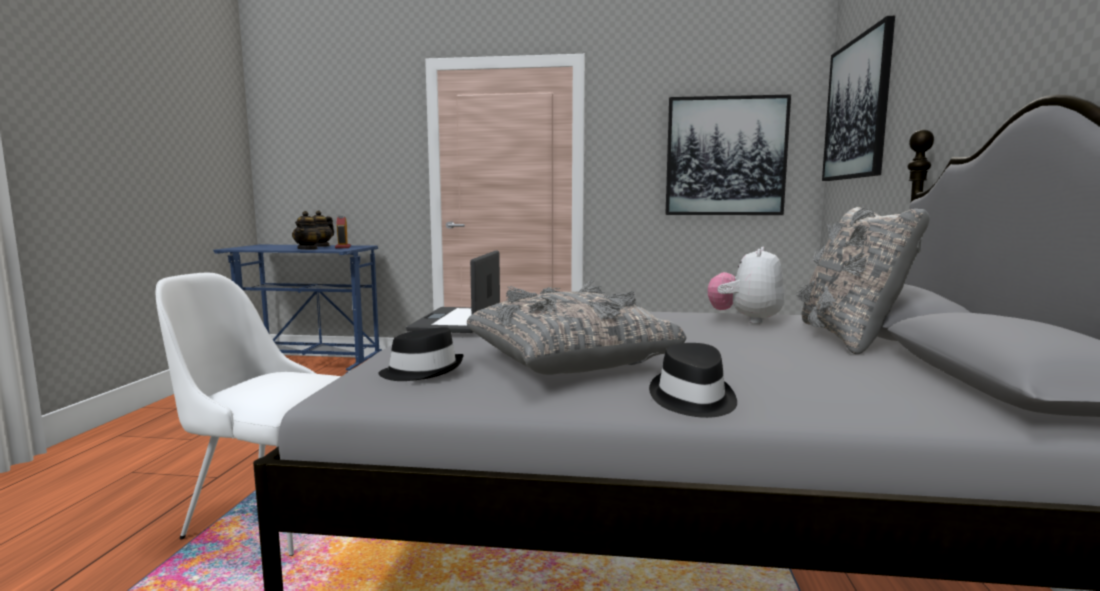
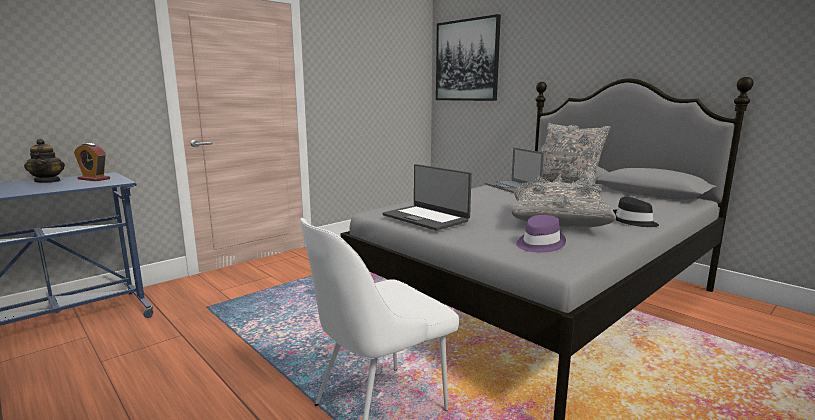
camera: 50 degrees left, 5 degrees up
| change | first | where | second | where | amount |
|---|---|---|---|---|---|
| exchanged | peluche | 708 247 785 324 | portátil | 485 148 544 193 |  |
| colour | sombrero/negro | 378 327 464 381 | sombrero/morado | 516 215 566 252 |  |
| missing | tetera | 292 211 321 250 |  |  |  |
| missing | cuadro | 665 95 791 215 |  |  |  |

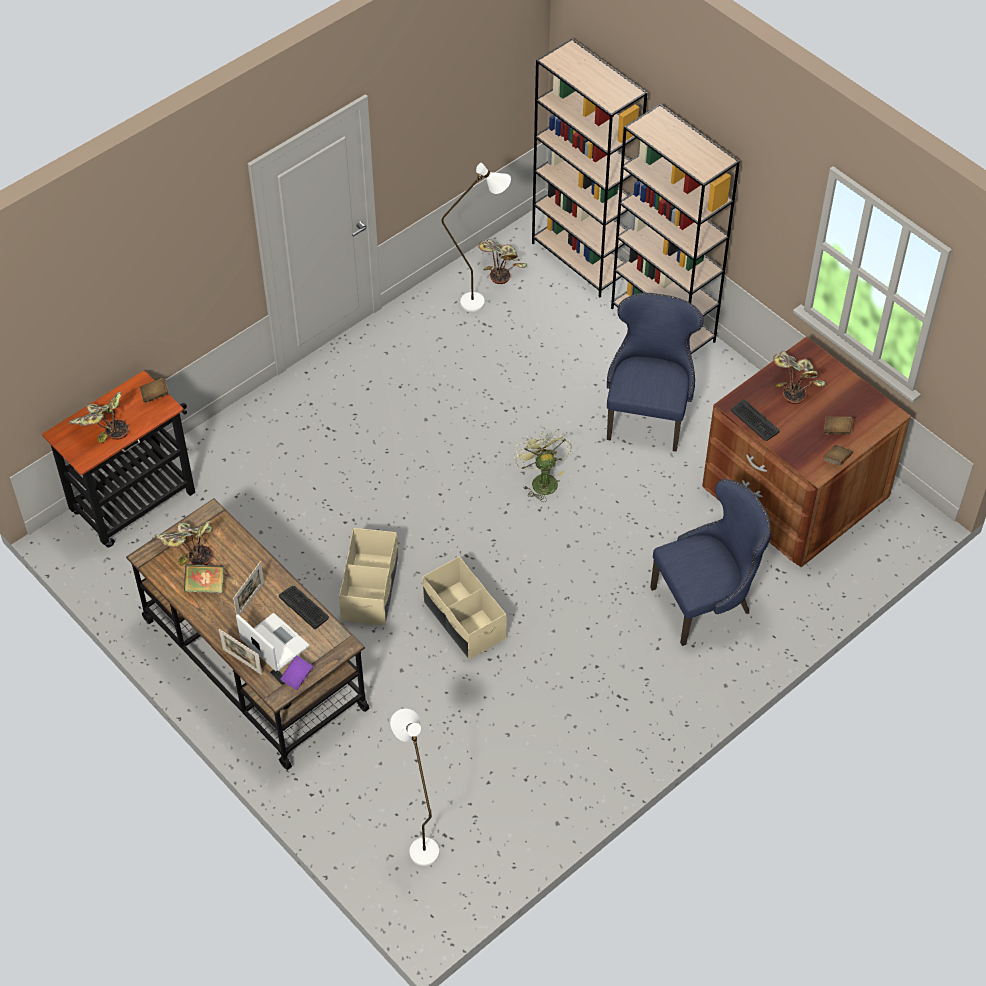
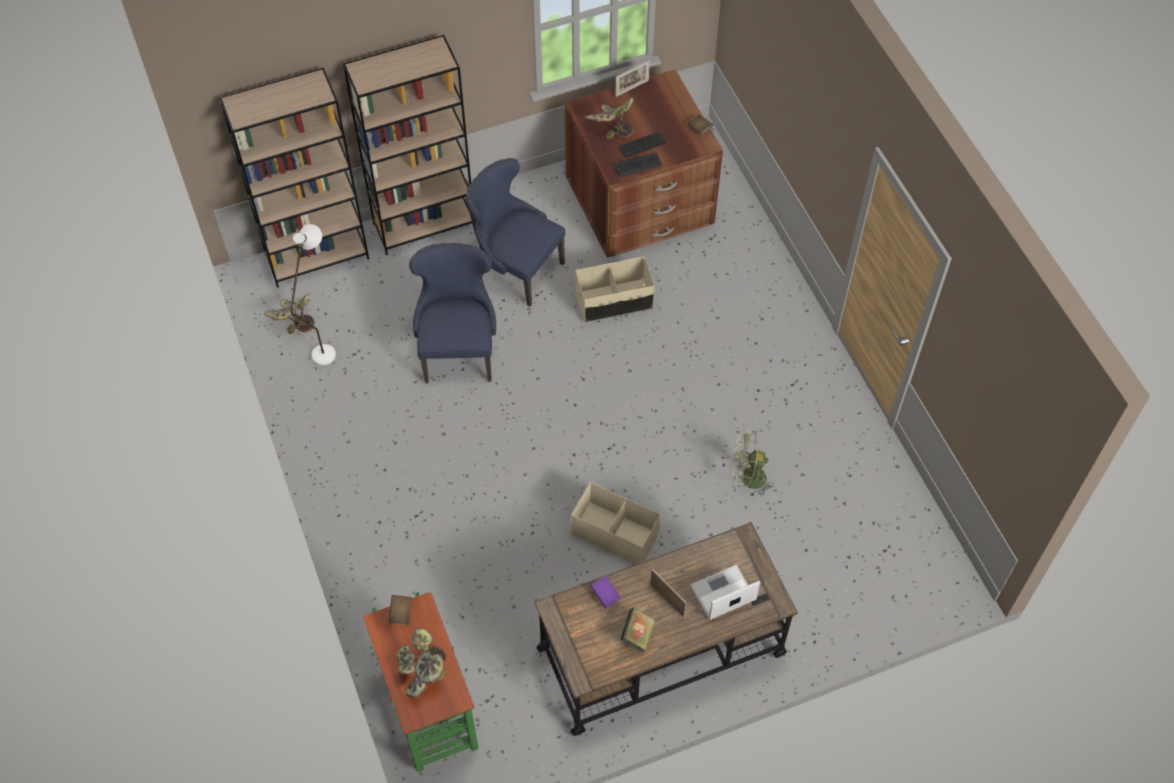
camera: 70 degrees left, 5 degrees up
| change | first | where | second | where | amount |
|---|---|---|---|---|---|
| colour | carrito/negro | 42 371 195 547 | carrito/verde | 363 592 479 772 |  |
| relocated | silla/azul | 650 479 771 646 |  | 409 243 496 383 |  |
| relocated | caja de almacenaje/beis | 422 556 507 659 |  | 575 256 655 322 |  |
| relocated | libro/morado | 280 655 313 690 |  | 590 576 621 609 |  |
| relocated | portarretratos | 219 629 262 675 |  | 615 60 650 97 |  |
| relocated | teclado | 279 586 329 629 |  | 619 132 666 158 |  |
| relocated | ventilador/verde | 514 430 572 502 |  | 732 430 774 497 |  |
| missing | planta en maceta | 155 521 213 566 |  |  |  |
| missing | lámpara de pie/blanco | 390 709 439 866 |  |  |  |
| missing | libro/marrón | 824 416 853 435 |  |  |  |

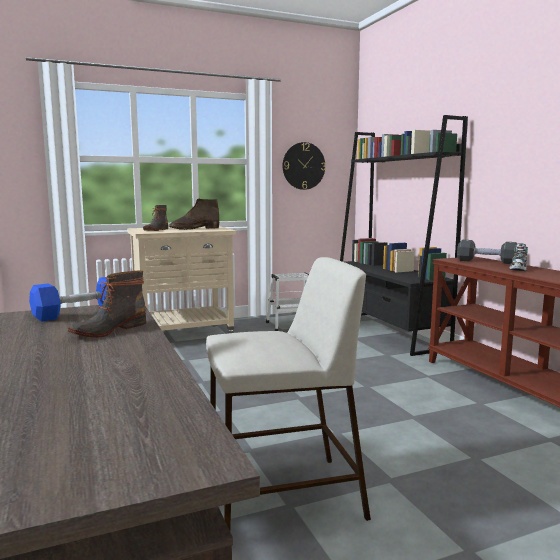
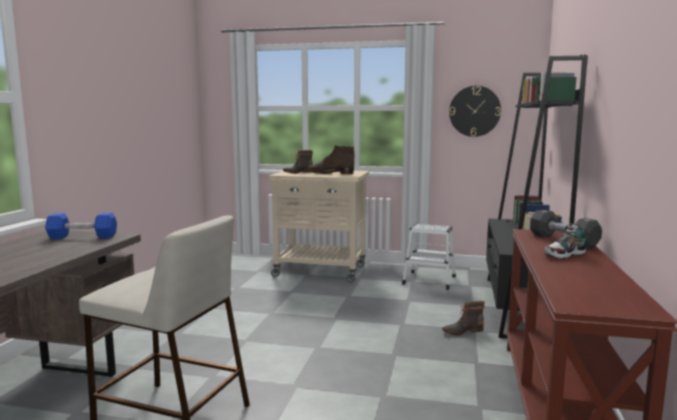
camera: 35 degrees right, 0 degrees up
| change | first | where | second | where | amount |
|---|---|---|---|---|---|
| relocated | bota | 68 271 146 338 |  | 442 301 485 336 |  |

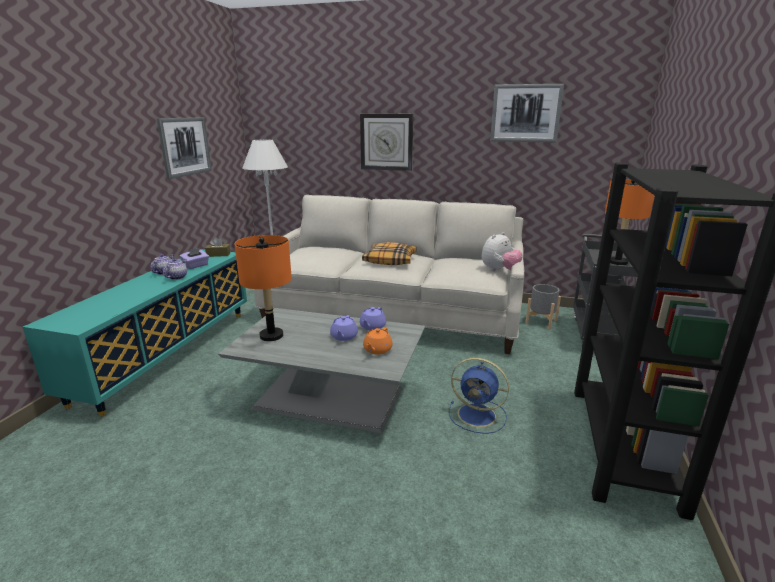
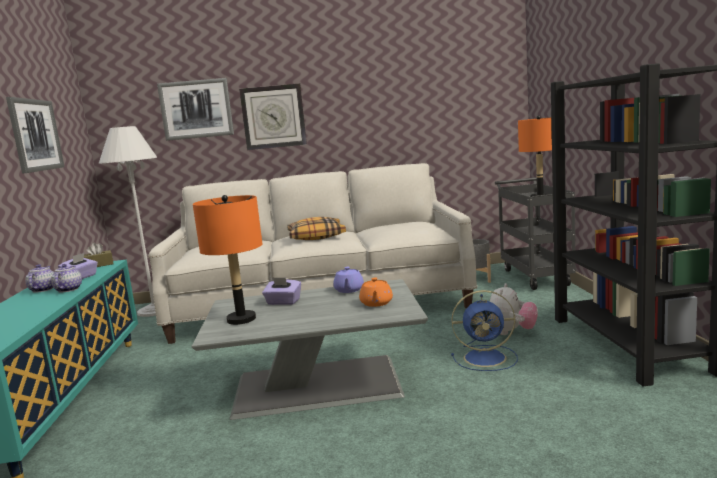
camera: 20 degrees left, 10 degrees down
| change | first | where | second | where | amount |
|---|---|---|---|---|---|
| relocated | cuadro | 490 84 564 142 |  | 157 78 234 141 |  |
| appeared |  |  | caja de pañuelos/morado | 262 277 301 305 |  |
| relocated | peluche | 482 232 523 271 |  | 490 283 538 335 |  |
| missing | tetera/morado | 330 315 358 341 |  |  |  |

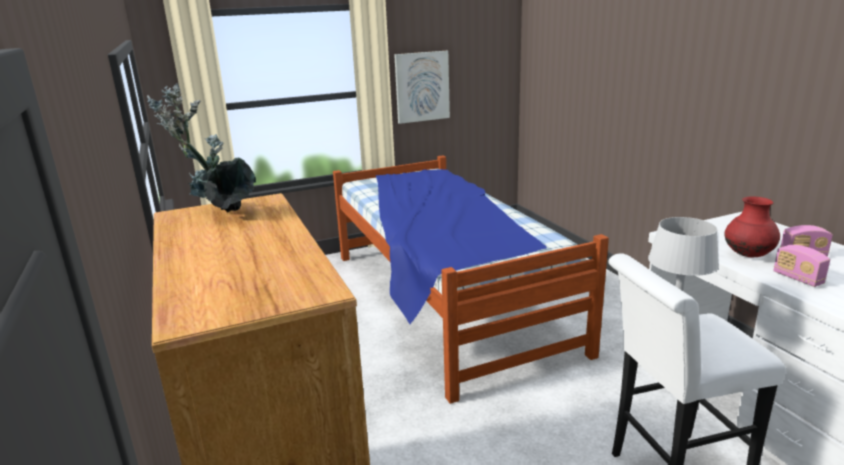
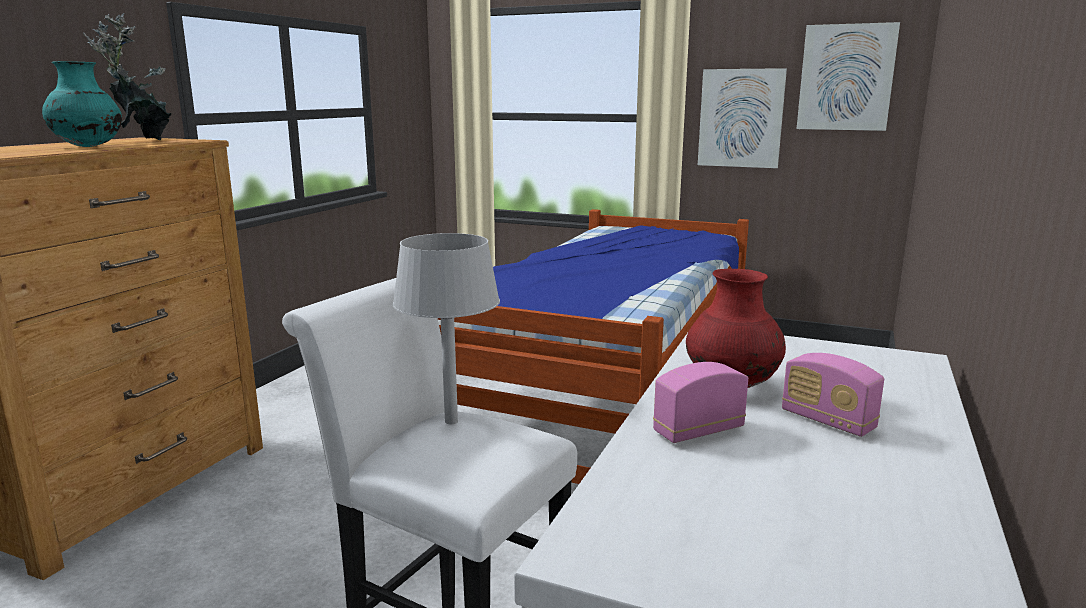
camera: 45 degrees right, 5 degrees down
| change | first | where | second | where | amount |
|---|---|---|---|---|---|
| appeared |  |  | florero/turquesa | 42 61 122 147 |  |
| spun | radio | 773 245 830 287 |  | 653 362 748 443 | 45 degrees clockwise |
| appeared |  |  | cuadro | 797 22 900 131 |  |

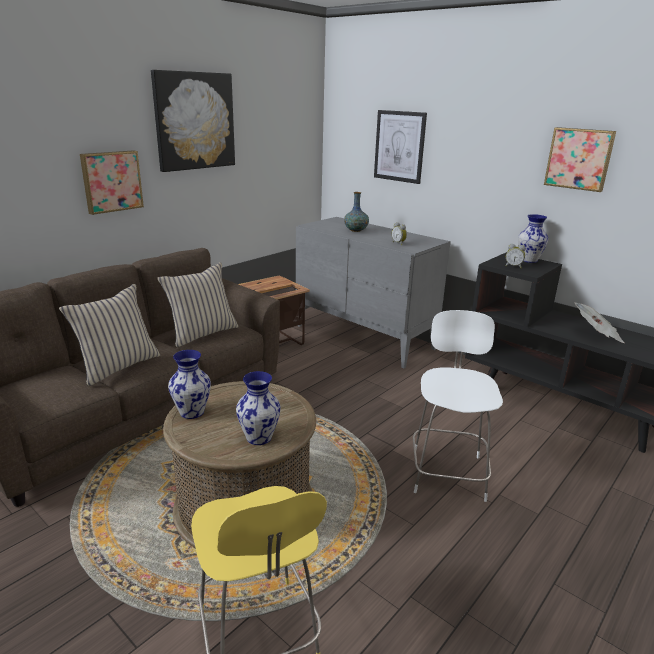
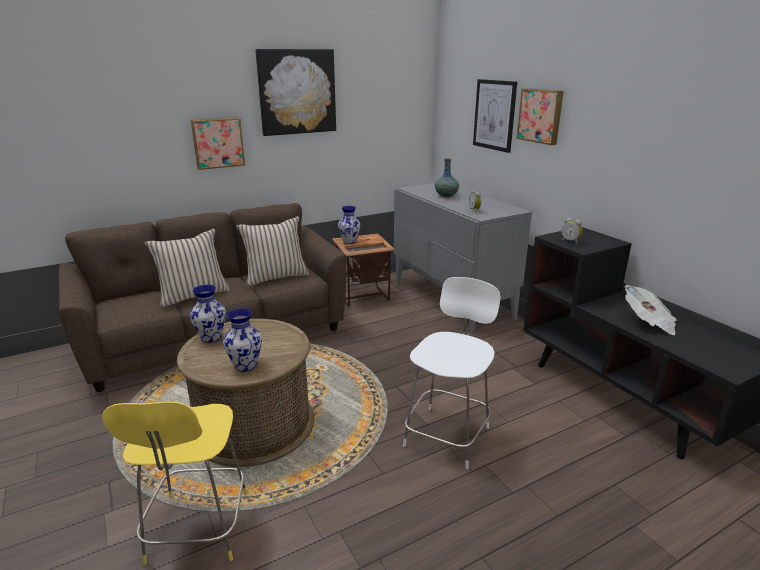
camera: 20 degrees right, 0 degrees up
| change | first | where | second | where | amount |
|---|---|---|---|---|---|
| relocated | florero | 518 214 548 263 |  | 338 206 361 244 |  |
| relocated | cuadro | 544 127 616 192 |  | 517 88 564 145 |  |

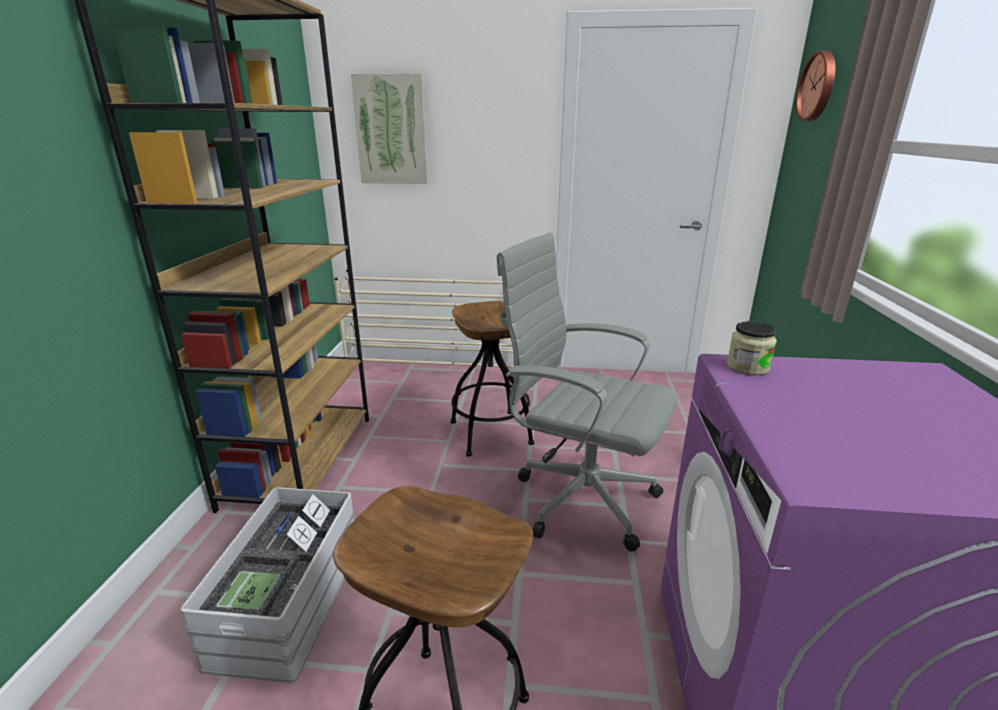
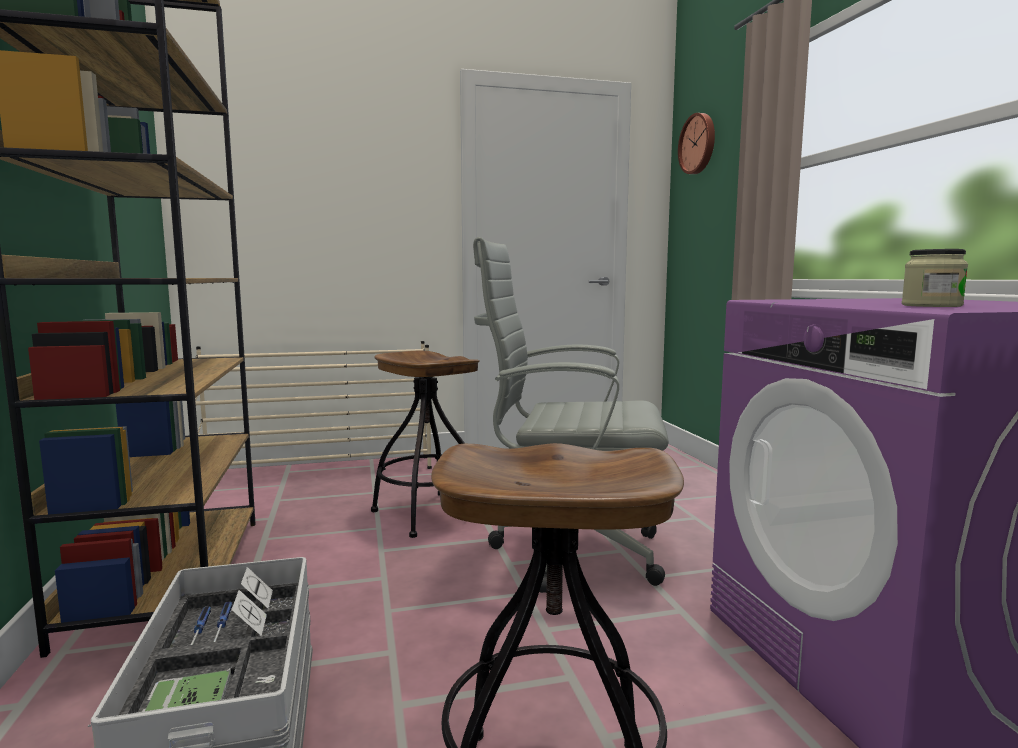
camera: 20 degrees left, 15 degrees down
| change | first | where | second | where | amount |
|---|---|---|---|---|---|
| relocated | tarro | 727 321 777 375 |  | 902 249 968 307 |  |
| missing | cuadro | 351 73 429 184 |  |  |  |

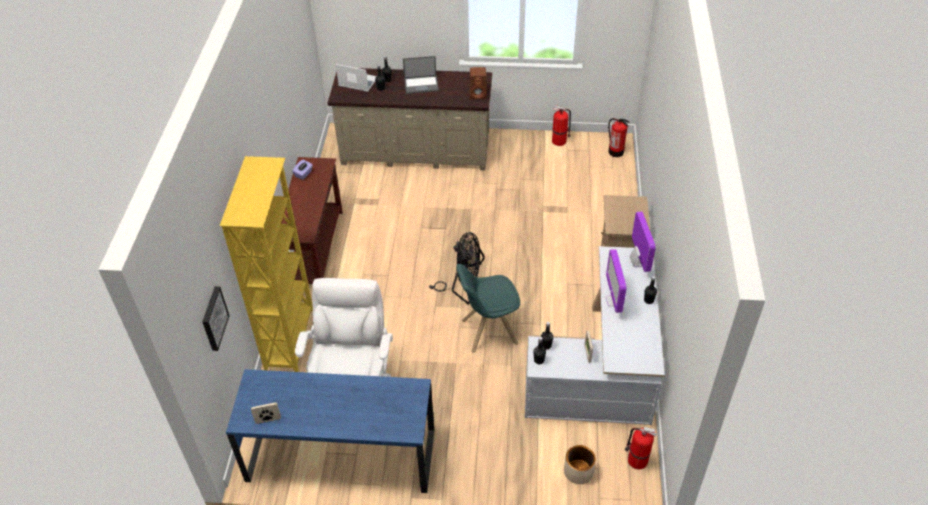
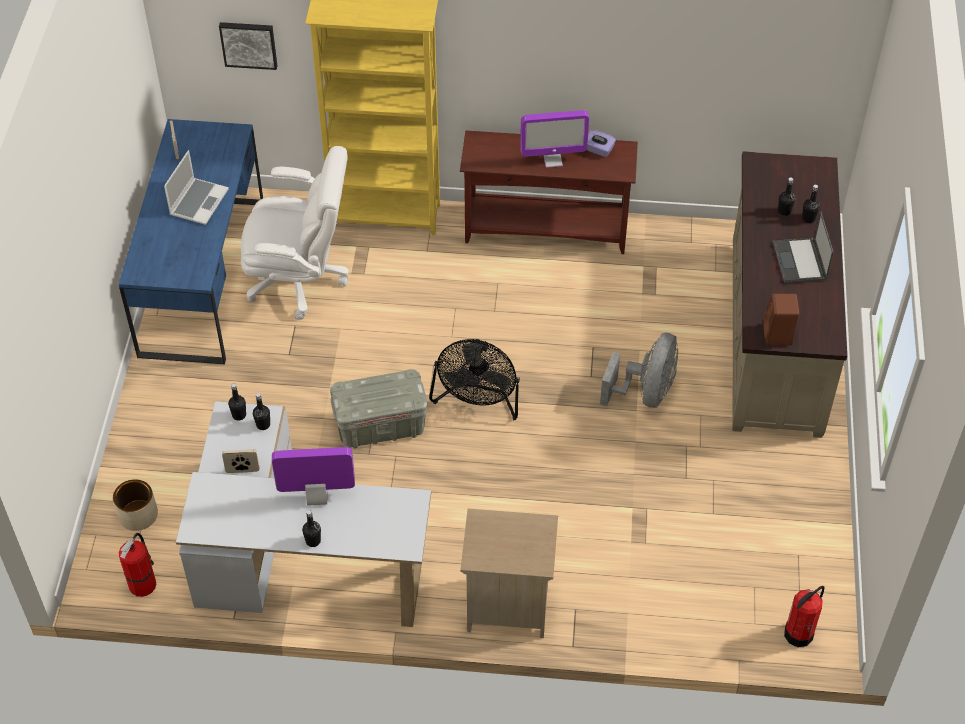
camera: 90 degrees right, 5 degrees up
| change | first | where | second | where | amount |
|---|---|---|---|---|---|
| relocated | portátil | 336 64 376 92 |  | 164 150 229 225 |  |
| exchanged | silla/turquesa | 456 264 520 353 | caja de almacenaje/gris | 330 369 427 448 |  |
| relocated | monitor | 630 211 656 272 |  | 520 110 589 168 |  |
| appeared |  |  | ventilador/gris | 600 333 678 408 |  |
| missing | extintor | 552 105 571 146 |  |  |  |

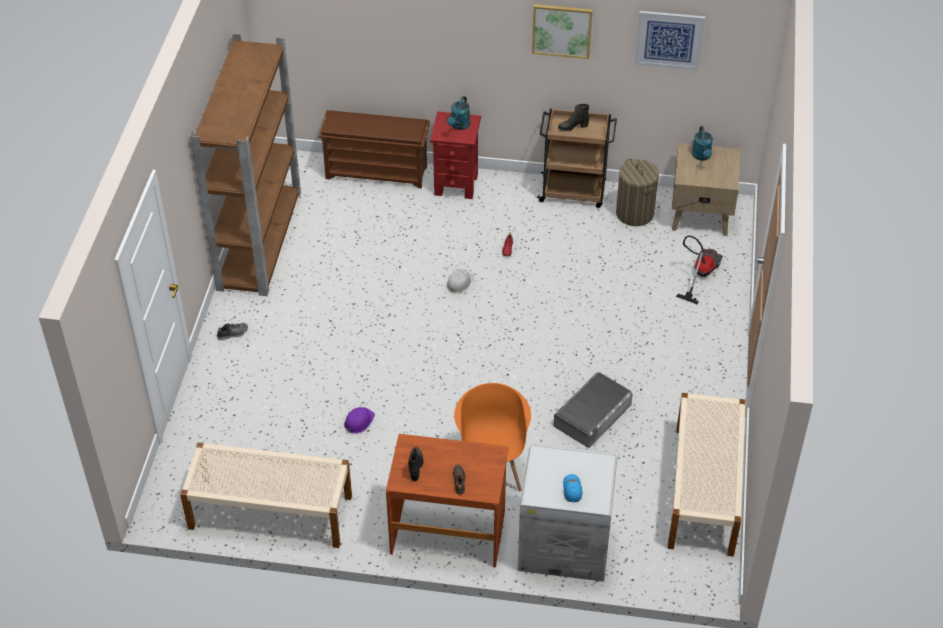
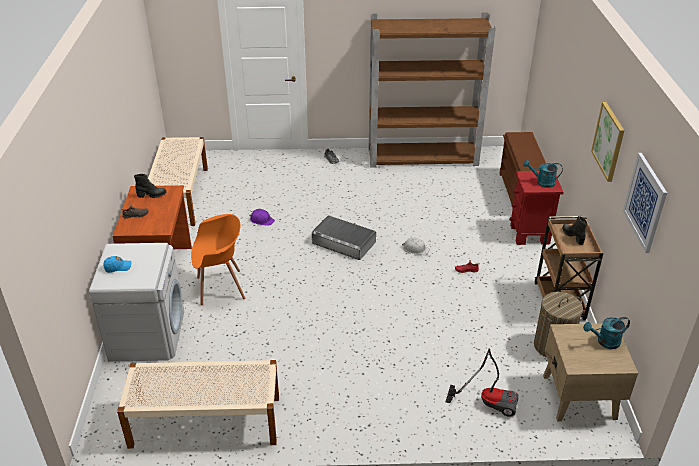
camera: 80 degrees right, 10 degrees down
| change | first | where | second | where | amount |
|---|---|---|---|---|---|
| relocated | caja de almacenaje/gris | 554 372 633 448 |  | 312 215 376 260 |  |

